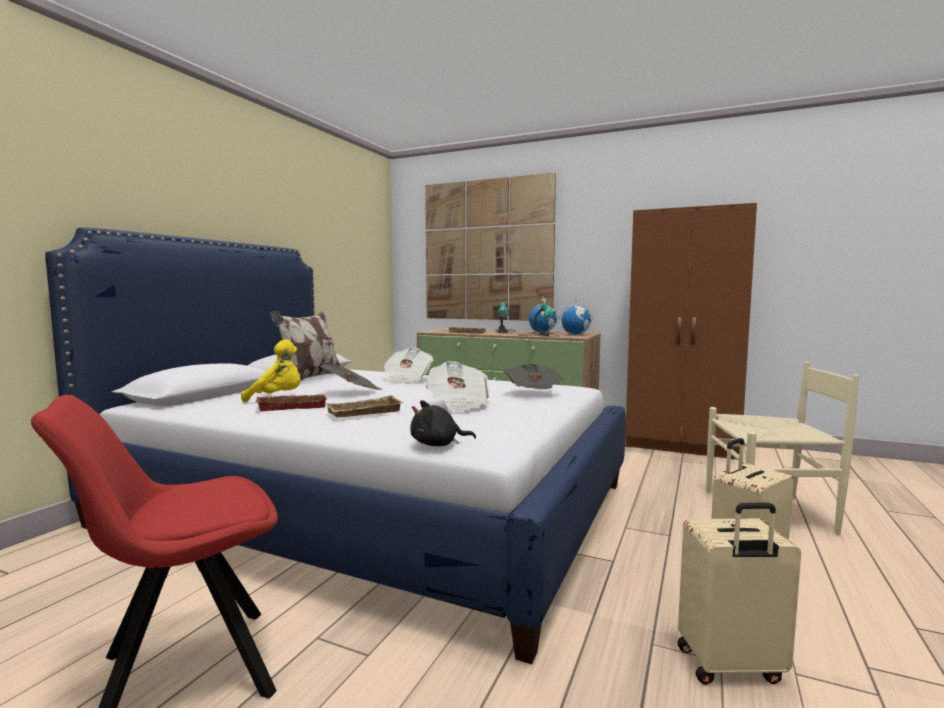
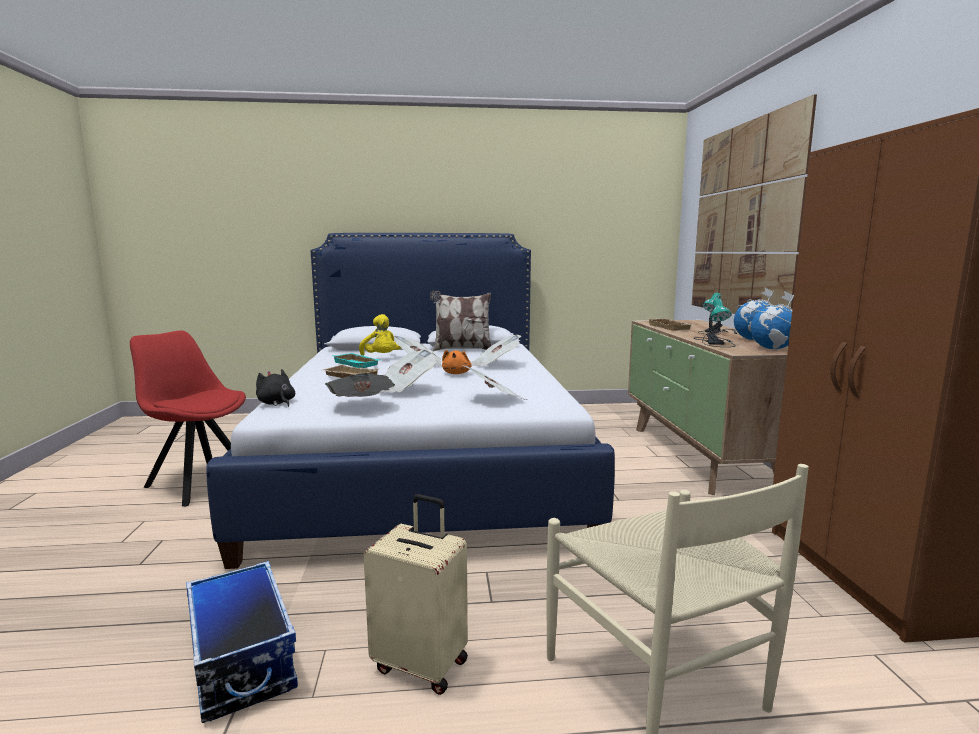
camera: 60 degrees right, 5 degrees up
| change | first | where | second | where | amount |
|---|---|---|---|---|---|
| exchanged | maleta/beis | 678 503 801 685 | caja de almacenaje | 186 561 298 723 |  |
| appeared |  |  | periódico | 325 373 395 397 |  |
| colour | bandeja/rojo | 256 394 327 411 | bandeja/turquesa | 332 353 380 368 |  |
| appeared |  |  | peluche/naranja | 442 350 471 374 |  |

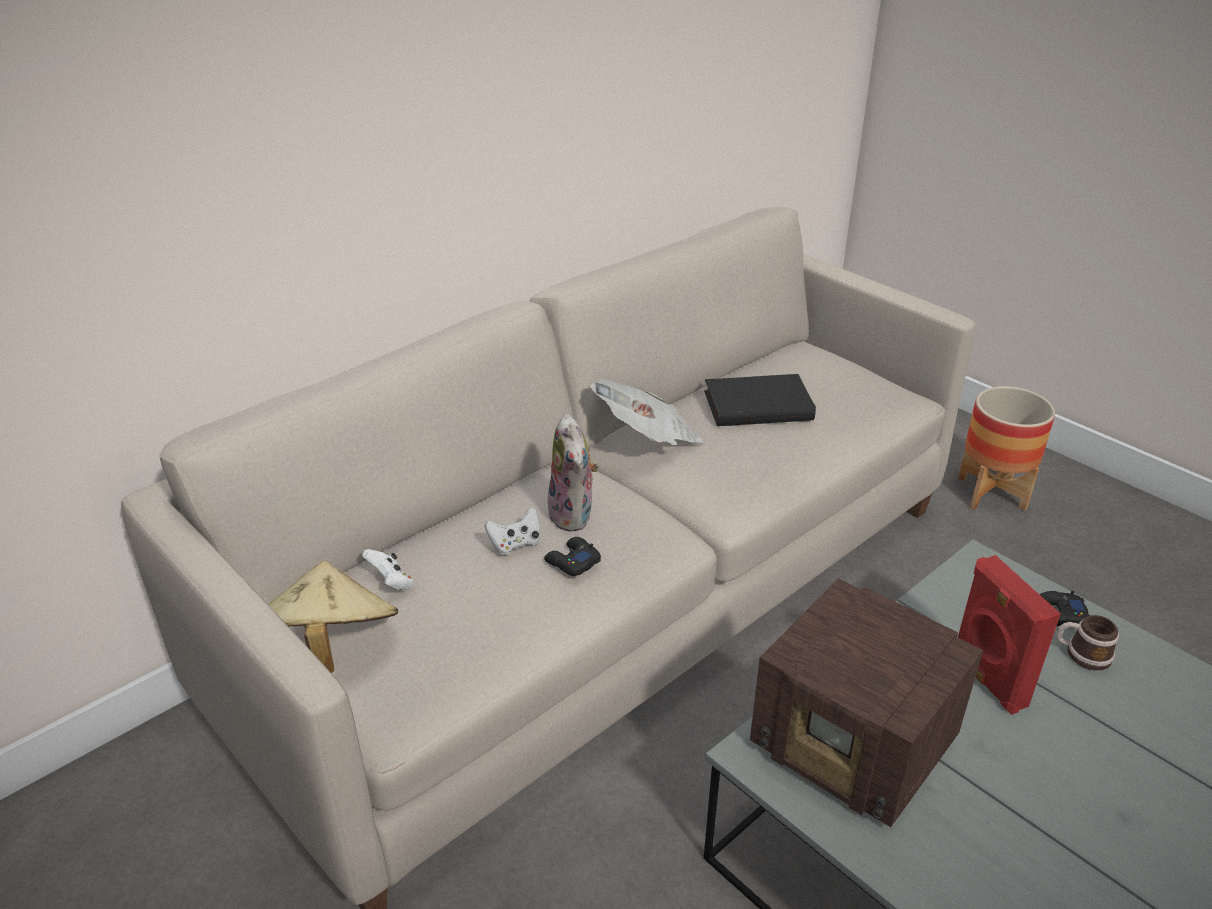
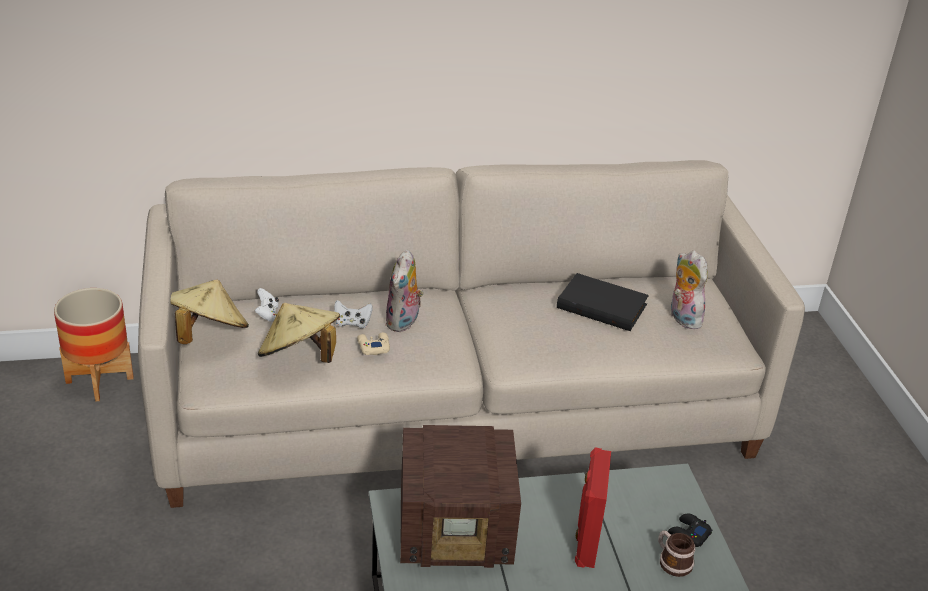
camera: 30 degrees right, 0 degrees up
| change | first | where | second | where | amount |
|---|---|---|---|---|---|
| relocated | maceta | 958 386 1055 511 |  | 54 288 134 401 |  |
| appeared |  |  | sombrero/beis | 258 303 340 363 |  |
| colour | mando de consola/negro | 544 537 601 576 | mando de consola/beis | 357 332 390 355 |  |
| spun | radio | 750 578 983 827 |  | 400 425 521 568 | 75 degrees counterclockwise |
| appeared |  |  | peluche | 671 250 708 329 |  |
| missing | periódico | 589 379 704 446 |  |  |  |

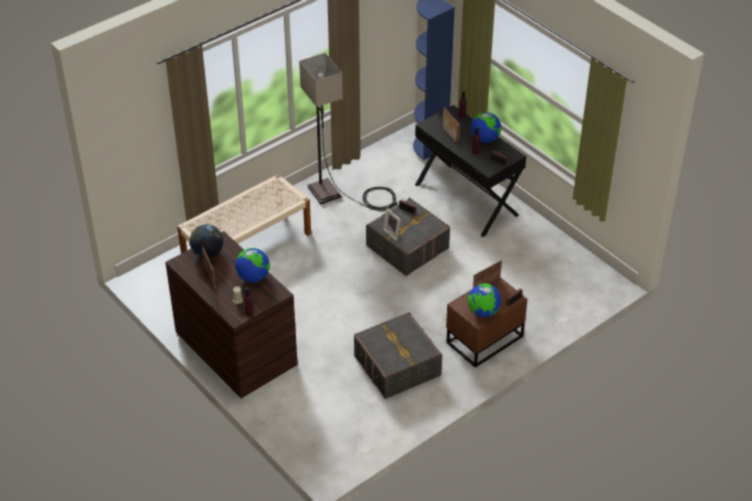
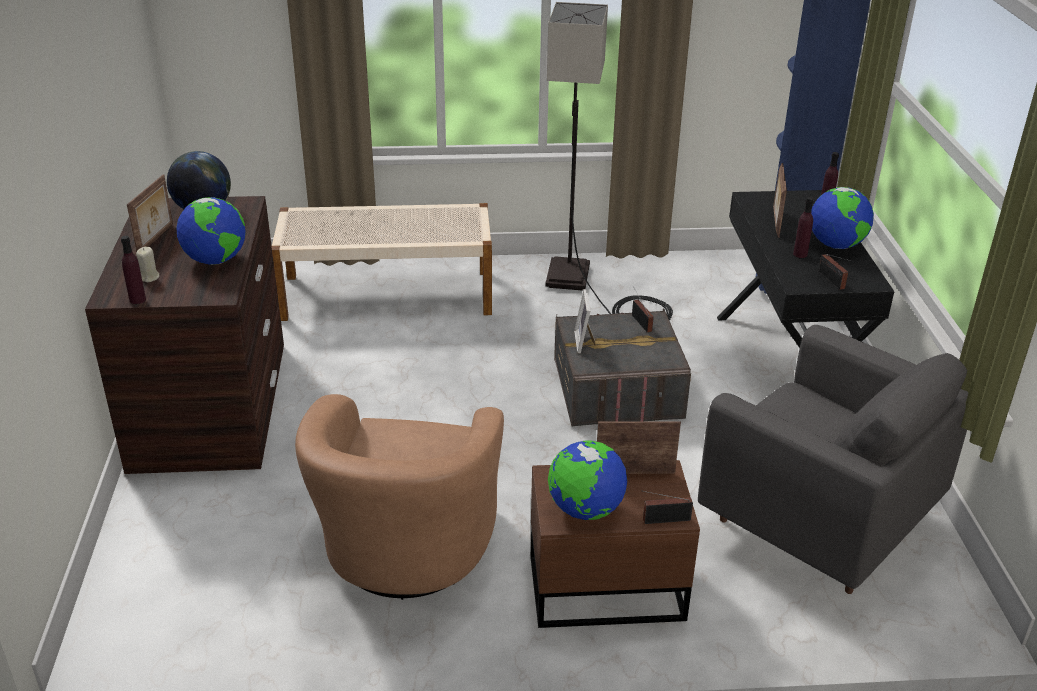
camera: 35 degrees right, 10 degrees down
| change | first | where | second | where | amount |
|---|---|---|---|---|---|
| exchanged | caja de almacenaje/gris | 354 312 442 399 | sillón/marrón | 295 394 504 600 |  |
| appeared |  |  | sillón/gris | 698 325 969 594 |  |

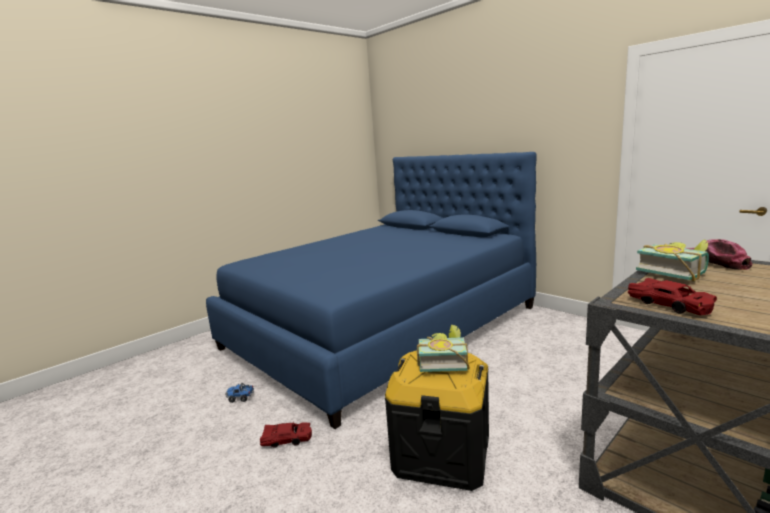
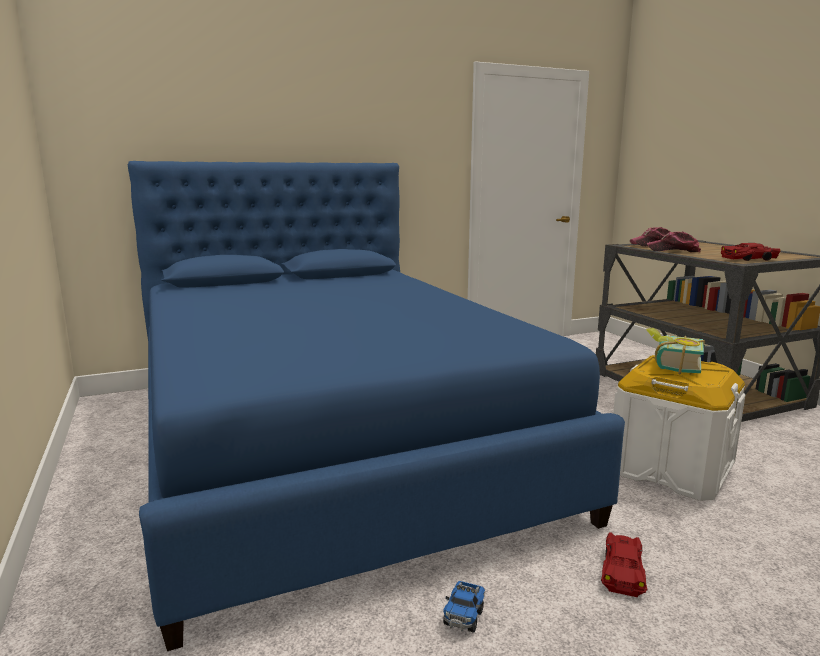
camera: 70 degrees left, 0 degrees up
| change | first | where | second | where | amount |
|---|---|---|---|---|---|
| colour | caja de almacenaje/negro | 385 350 489 491 | caja de almacenaje/blanco | 613 355 745 501 |  |
| exchanged | libro | 636 239 709 282 | gorra | 647 231 701 252 |  |

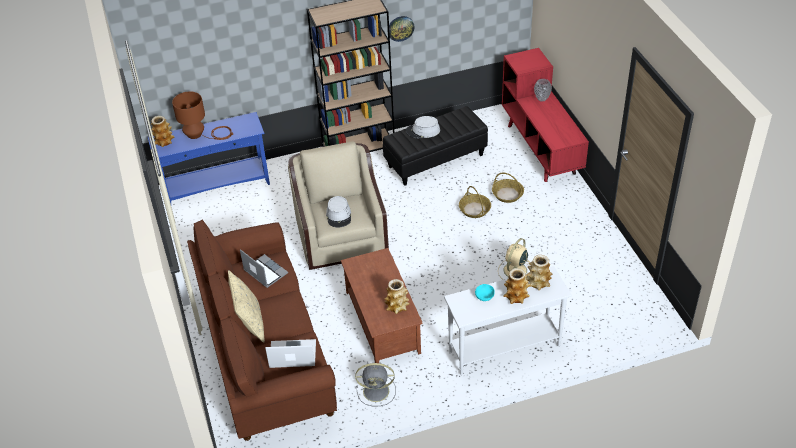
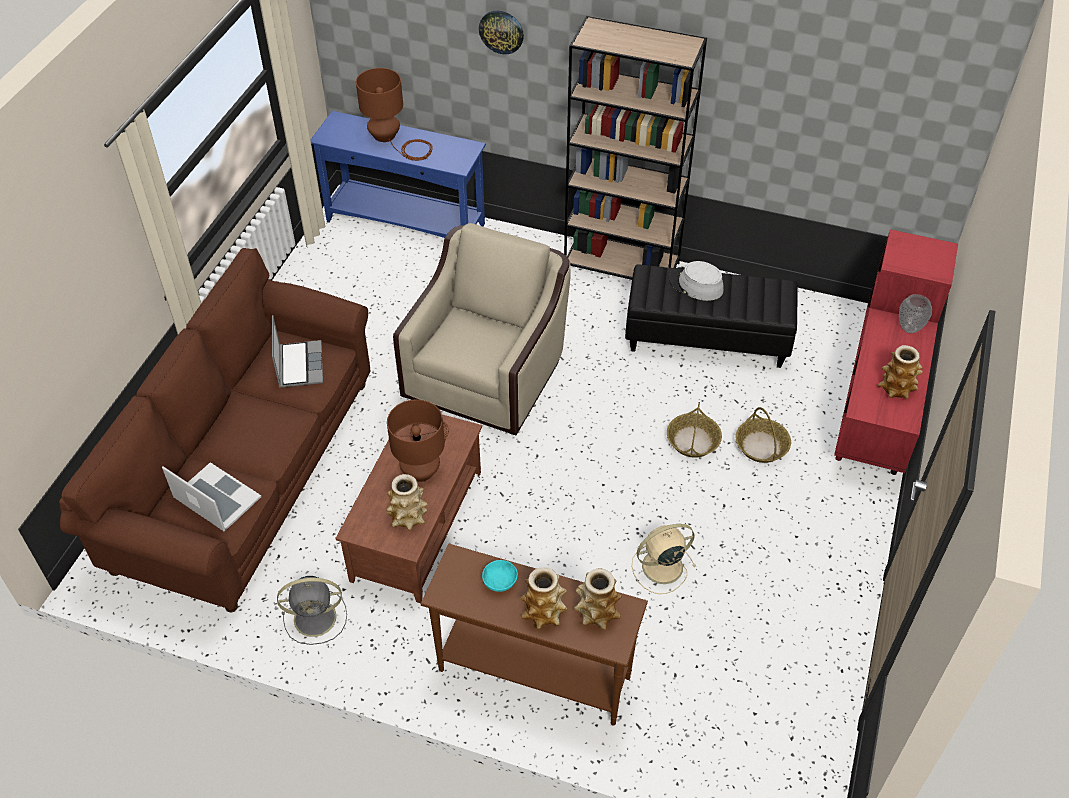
camera: 35 degrees right, 5 degrees up
| change | first | where | second | where | amount |
|---|---|---|---|---|---|
| spun | ventilador/gris | 355 363 396 406 |  | 277 576 347 645 | 45 degrees counterclockwise |
| appeared |  |  | lámpara de mesa/marrón | 387 399 449 482 |  |
| colour | mesa consola/blanco | 444 266 572 375 | mesa consola/marrón | 421 543 648 726 |  |
| relocated | reloj de pared | 387 16 415 42 |  | 479 11 524 54 |  |
| relocated | florero | 151 116 175 147 |  | 878 345 923 399 |  |
| missing | cojín/beis | 228 270 265 343 |  |  |  |
| missing | sombrero/gris | 326 196 351 228 |  |  |  |

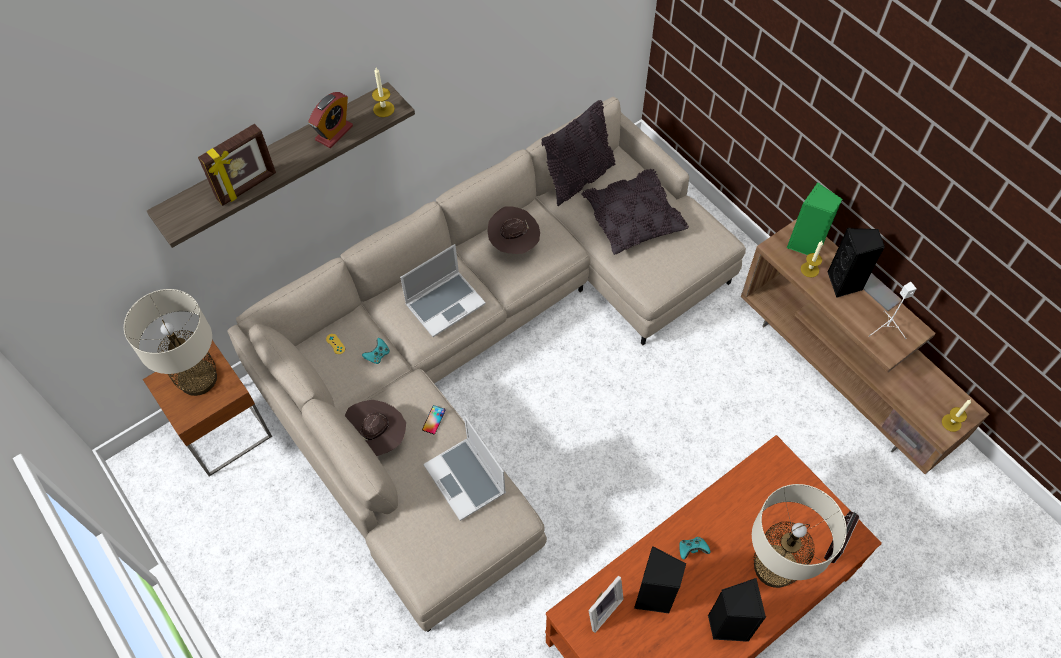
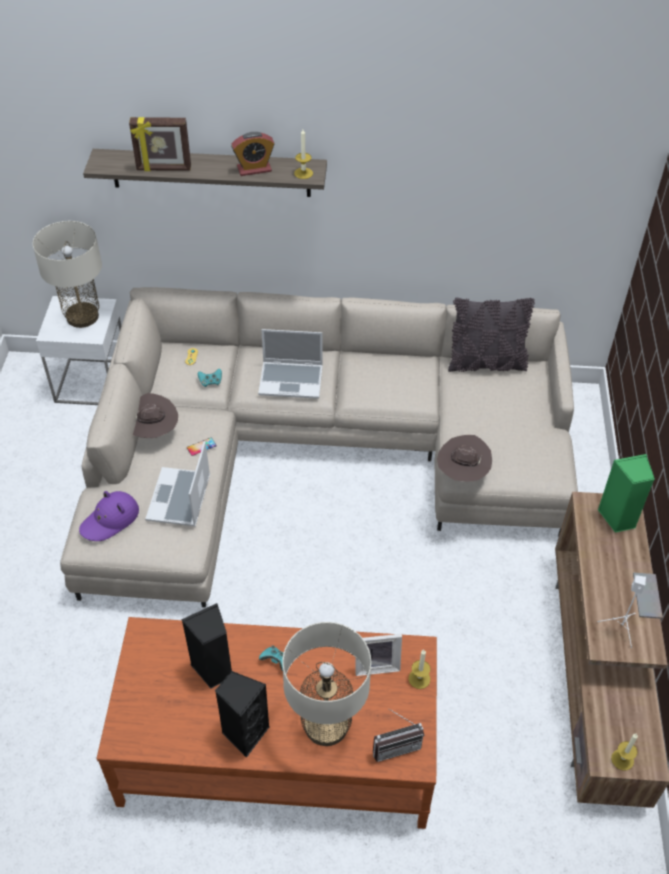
camera: 40 degrees right, 10 degrees down
| change | first | where | second | where | amount |
|---|---|---|---|---|---|
| colour | mesa auxiliar/marrón | 143 340 272 477 | mesa auxiliar/blanco | 36 296 121 405 |  |
| appeared |  |  | sombrero/morado | 79 491 139 541 |  |
| relocated | portarretratos | 588 575 624 633 |  | 356 634 402 676 |  |
| relocated | vela | 801 241 823 277 |  | 408 650 431 689 |  |
| relocated | sombrero/marrón | 487 206 540 254 |  | 437 435 492 482 |  |
| missing | cojín/negro | 581 169 689 255 |  |  |  |
| missing | altavoz/negro | 828 228 885 298 |  |  |  |

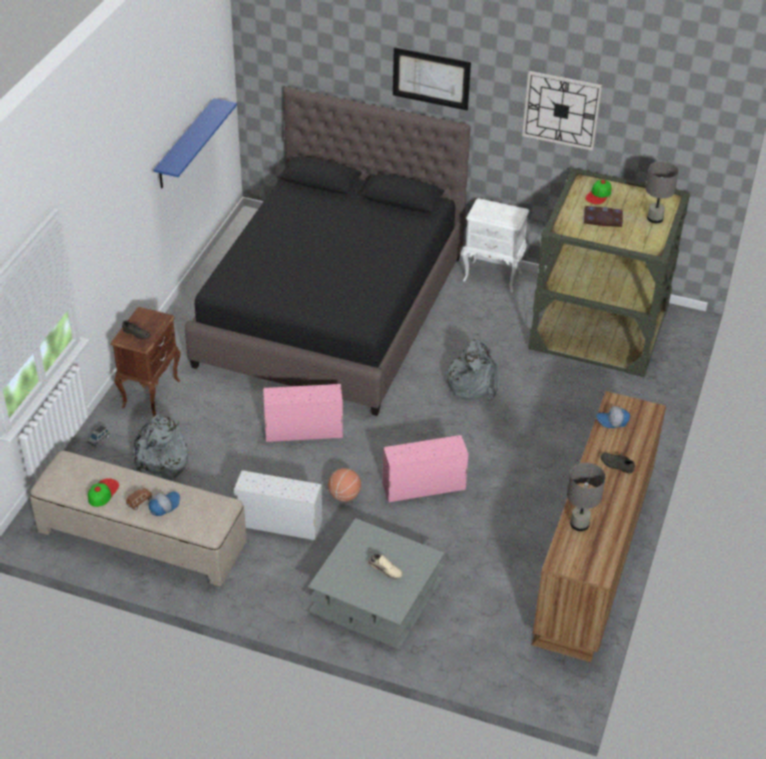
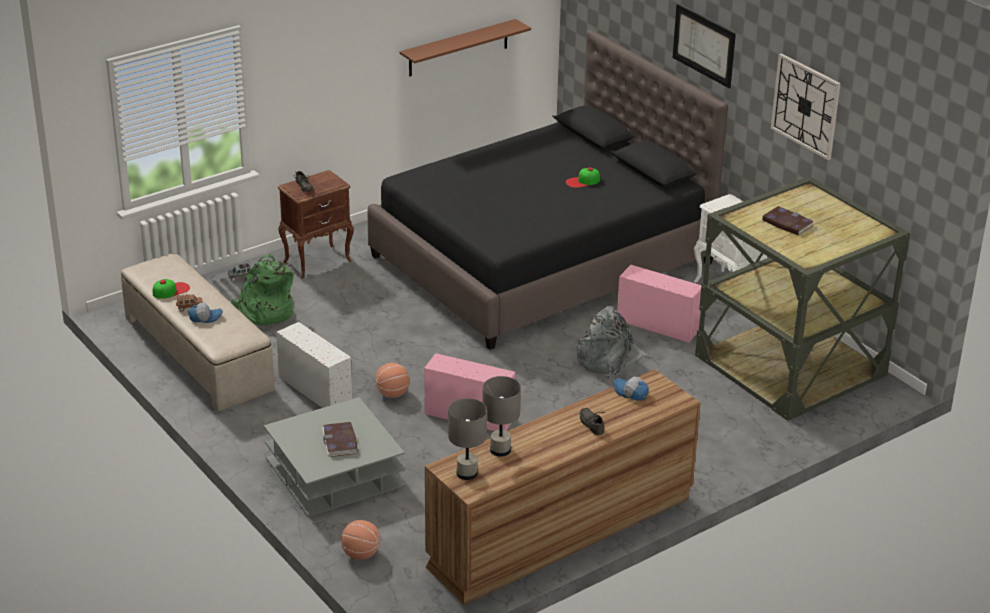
camera: 35 degrees right, 10 degrees down
| change | first | where | second | where | amount |
|---|---|---|---|---|---|
| colour | mochila/gris | 117 414 188 481 | mochila/verde | 230 254 293 326 |  |
| exchanged | zapato/beis | 368 553 403 579 | libro | 322 422 358 457 |  |
| appeared |  |  | balón de baloncesto | 341 520 380 560 |  |
| colour | estante/azul | 154 98 237 189 | estante/marrón | 400 19 531 76 |  |
| relocated | lámpara de mesa/gris | 646 161 679 223 |  | 448 398 487 480 |  |
| relocated | gorra | 585 180 612 205 |  | 566 167 600 188 |  |
| relocated | caja de almacenaje/rosa | 263 384 343 442 |  | 617 265 701 343 |  |

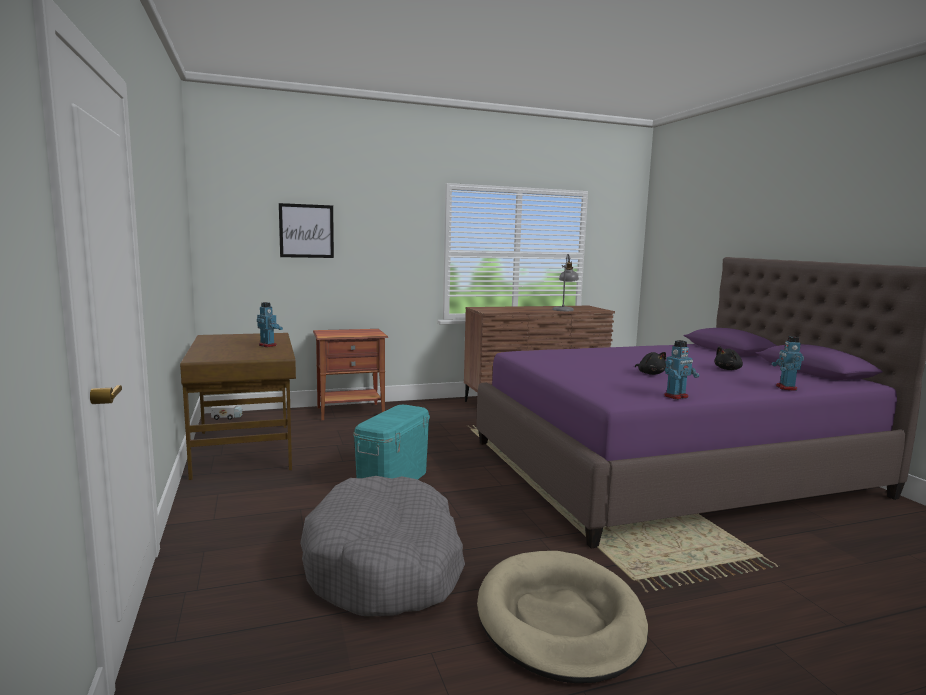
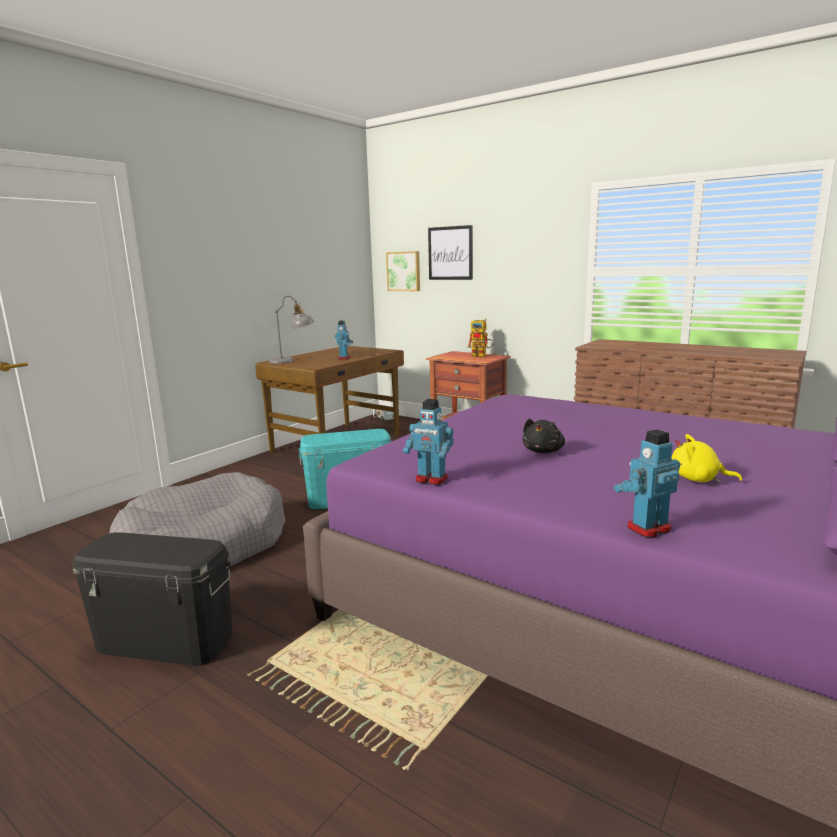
camera: 55 degrees right, 5 degrees up
| change | first | where | second | where | amount |
|---|---|---|---|---|---|
| exchanged | cama para perro/beis | 477 551 648 683 | caja de almacenaje/negro | 73 532 233 666 |  |
| relocated | lámpara de mesa/gris | 552 254 579 311 |  | 269 296 314 364 |  |
| appeared |  |  | cuadro | 386 251 420 291 |  |
| appeared |  |  | robot de juguete | 467 319 494 358 |  |
| colour | peluche/negro | 714 346 743 370 | peluche/amarillo | 672 434 742 483 |  |

